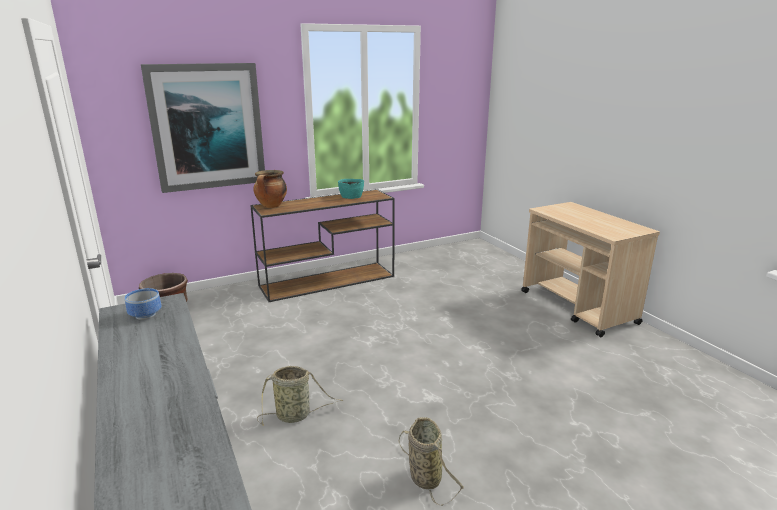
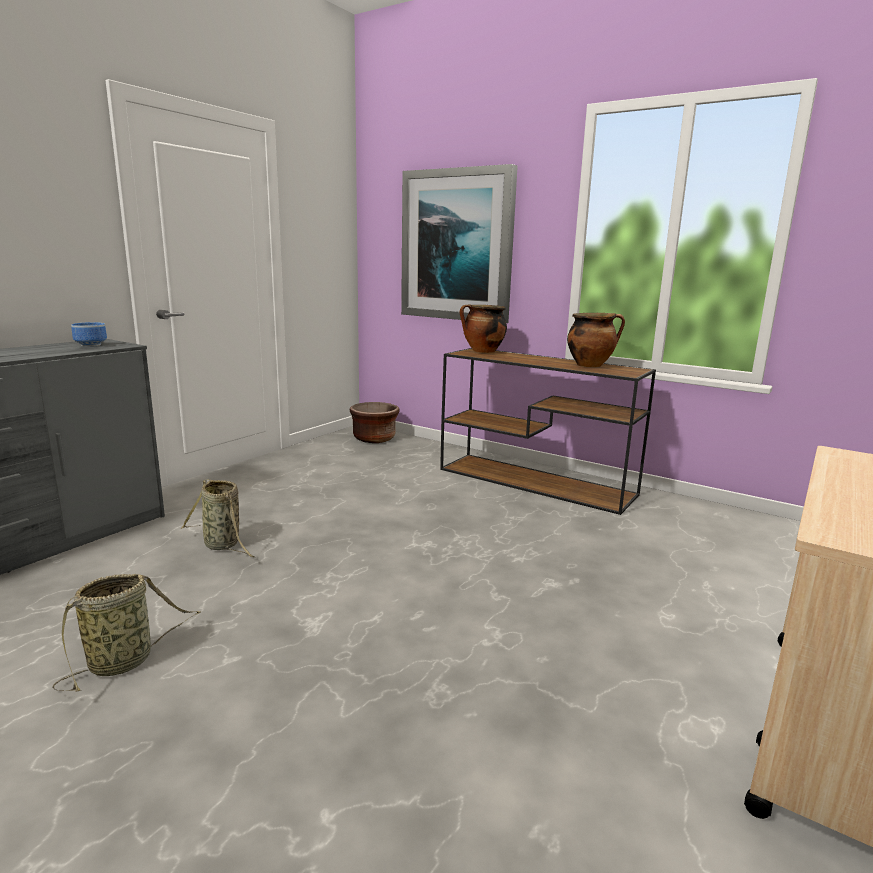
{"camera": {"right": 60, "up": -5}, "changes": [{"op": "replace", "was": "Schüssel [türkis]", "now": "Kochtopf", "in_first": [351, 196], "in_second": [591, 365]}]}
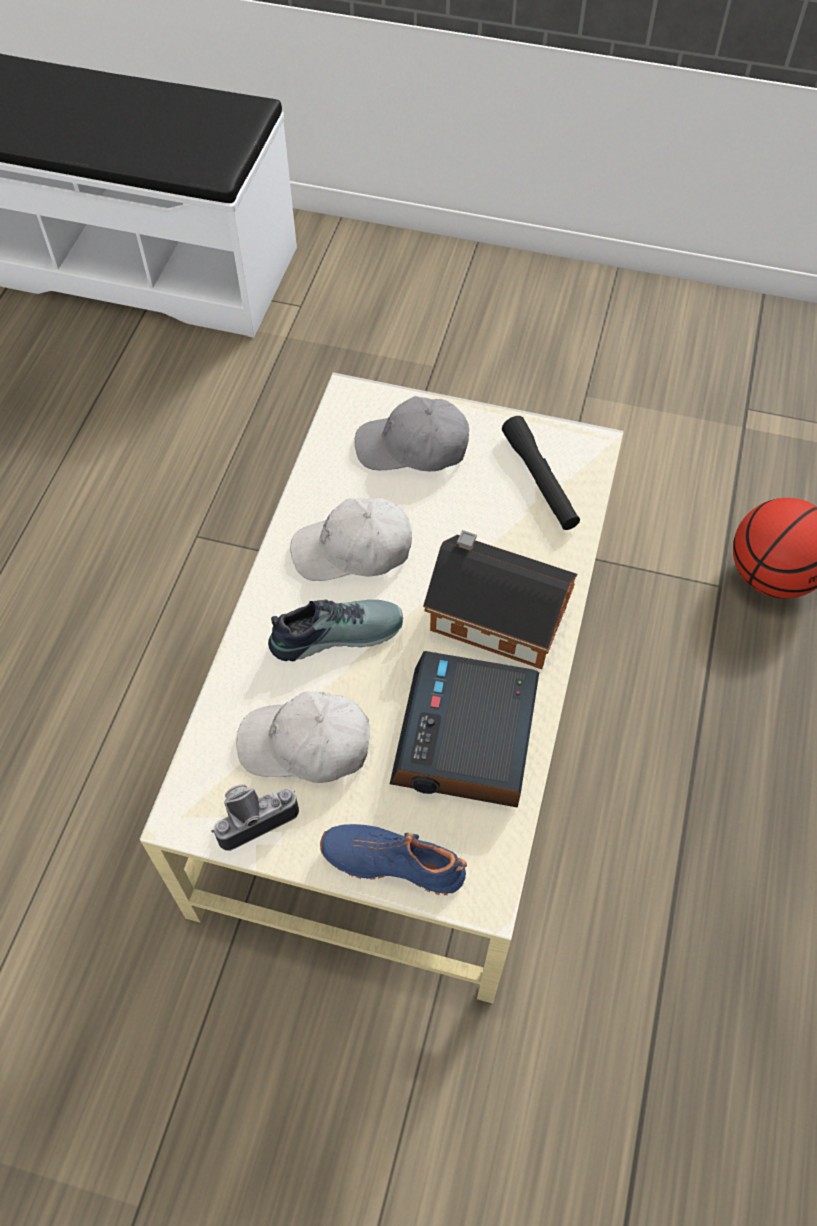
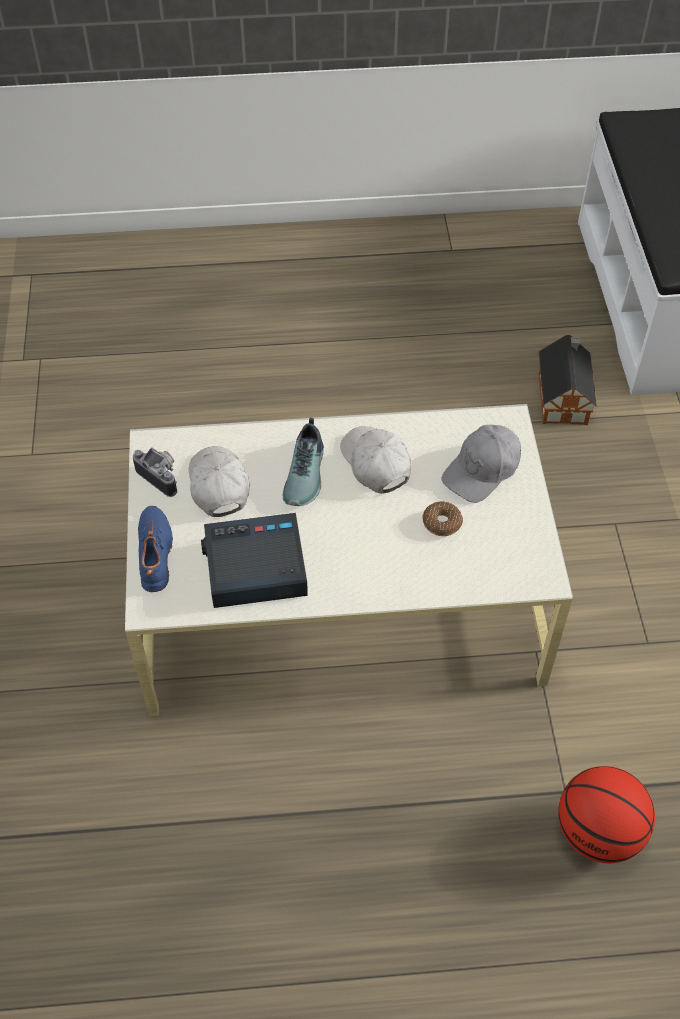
{"camera": {"right": 70, "up": -5}, "changes": [{"op": "rotate", "was": "Schuh", "in_first": [335, 631], "in_second": [307, 474], "clockwise": 45}, {"op": "rotate", "was": "Kappe [grau]", "in_first": [413, 447], "in_second": [482, 470], "clockwise": -120}, {"op": "move", "was": "Spielzeughaus", "in_first": [493, 615], "in_second": [563, 396]}, {"op": "delete", "was": "Taschenlampe [schwarz]", "in_first": [539, 480]}, {"op": "insert", "now": "Donut", "in_second": [441, 523]}]}
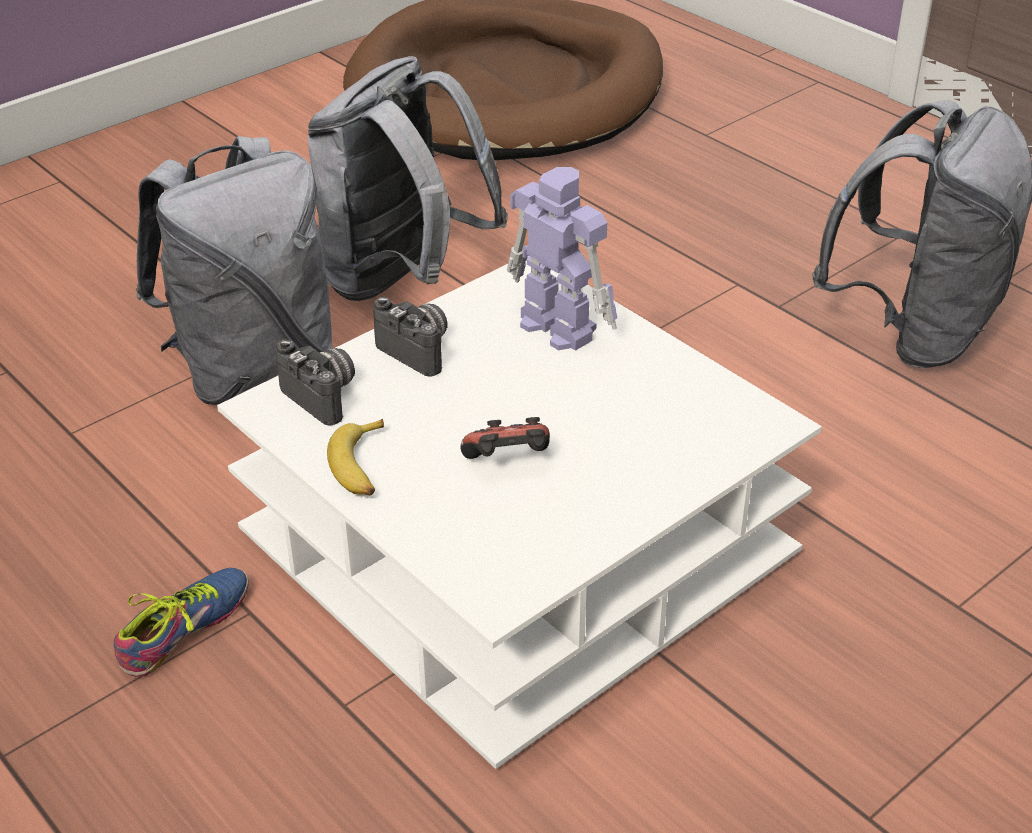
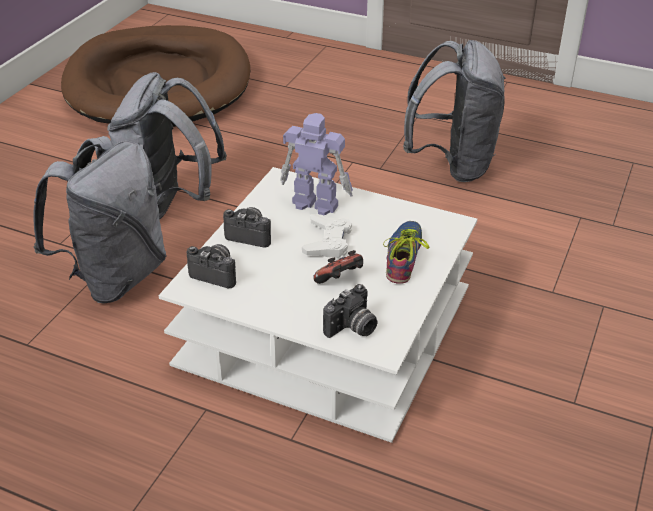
{"camera": {"right": -25, "up": 0}, "changes": [{"op": "move", "was": "Schuh", "in_first": [189, 630], "in_second": [407, 257]}, {"op": "delete", "was": "Banane", "in_first": [362, 467]}, {"op": "insert", "now": "Gamepad [weiß]", "in_second": [328, 241]}, {"op": "insert", "now": "Kamera", "in_second": [352, 328]}]}
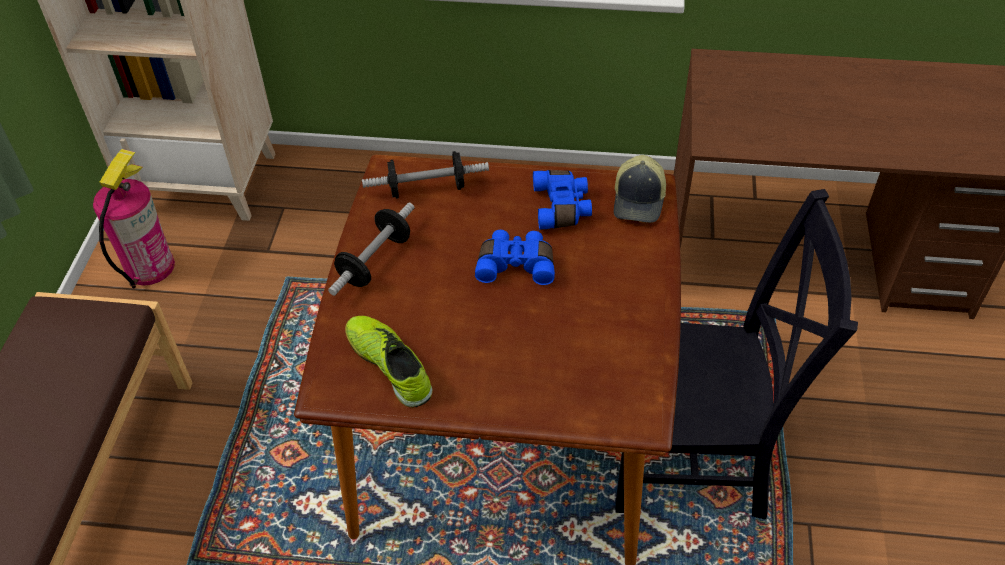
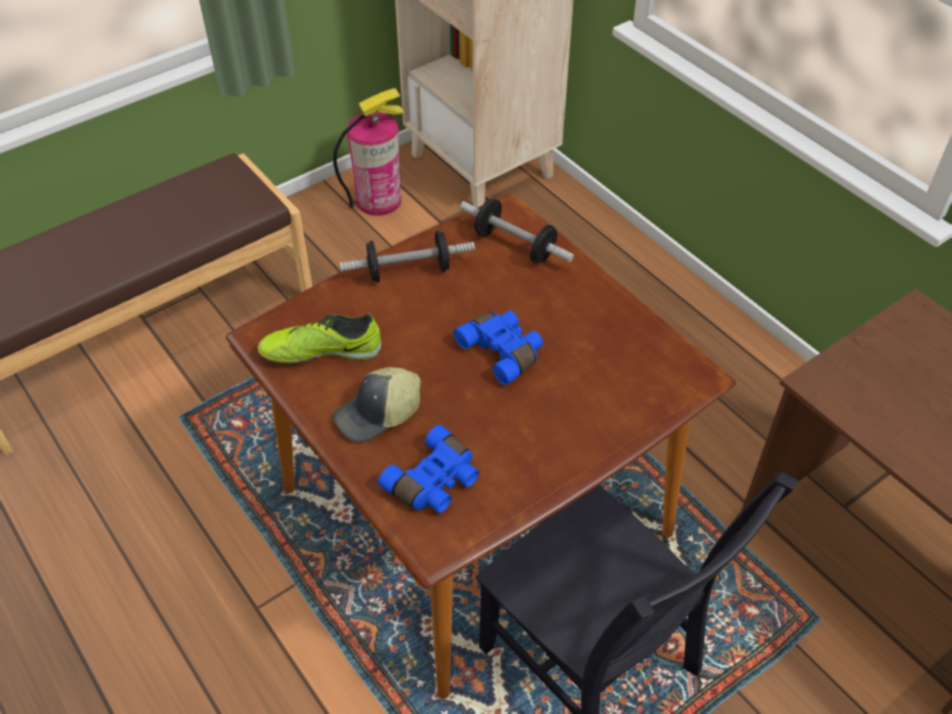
{"camera": {"right": 45, "up": 0}, "changes": [{"op": "rotate", "was": "Schuh", "in_first": [390, 365], "in_second": [321, 351], "clockwise": -105}, {"op": "move", "was": "Fernglas [blau]", "in_first": [562, 207], "in_second": [435, 482]}, {"op": "move", "was": "Kappe", "in_first": [639, 200], "in_second": [378, 414]}]}
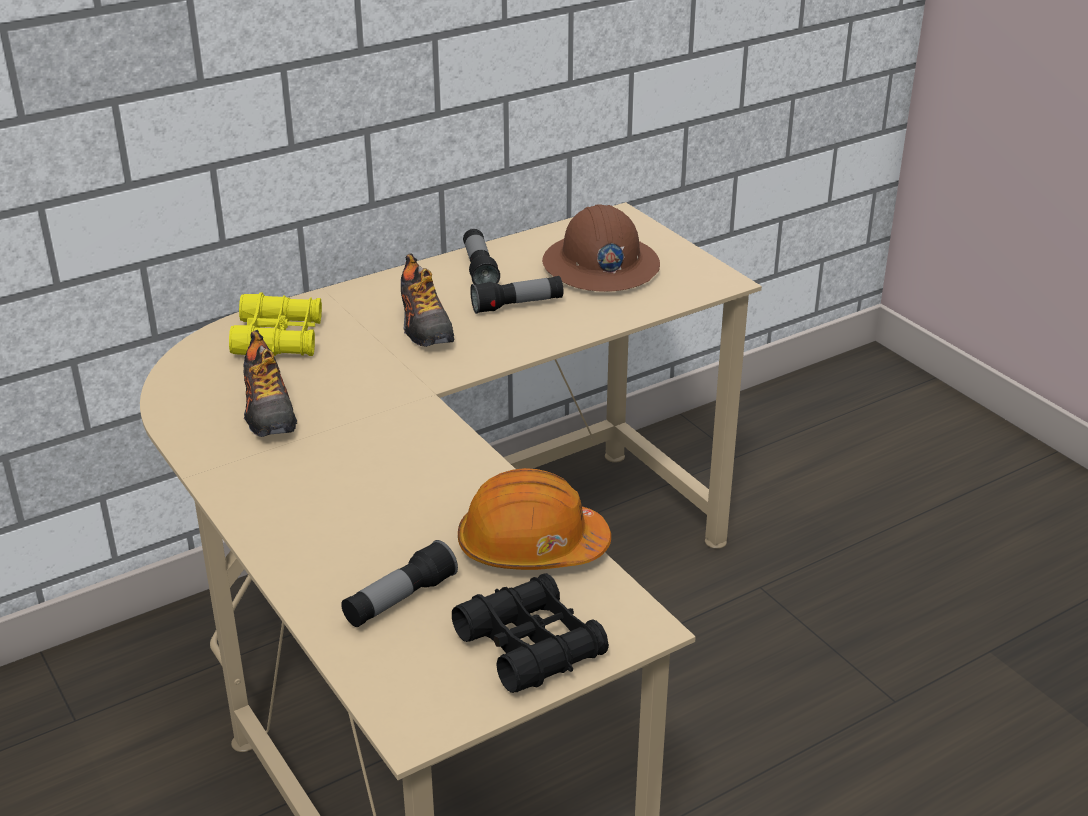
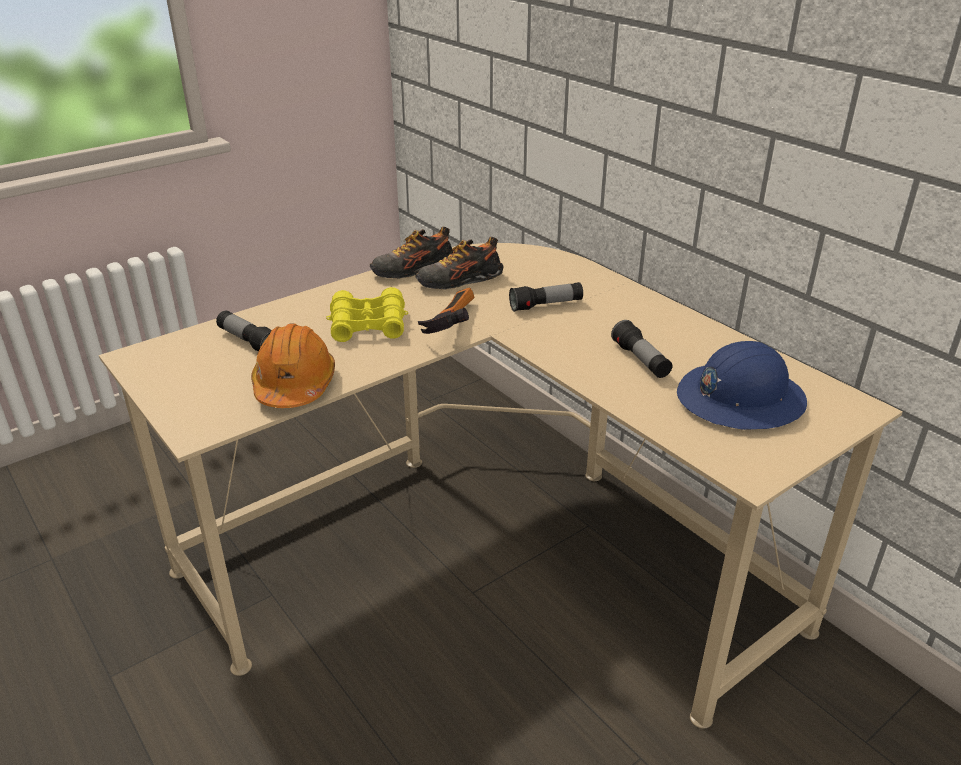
{"camera": {"right": 85, "up": 0}, "changes": [{"op": "move", "was": "Fernglas [gelb]", "in_first": [279, 338], "in_second": [368, 325]}, {"op": "move", "was": "Schuh", "in_first": [425, 325], "in_second": [413, 270]}, {"op": "delete", "was": "Fernglas [schwarz]", "in_first": [530, 645]}, {"op": "move", "was": "Taschenlampe", "in_first": [479, 269], "in_second": [546, 305]}, {"op": "recolor", "was": "Schutzhelm [braun]", "now": "Schutzhelm [blau]", "in_first": [600, 266], "in_second": [739, 399]}, {"op": "insert", "now": "Hammer", "in_second": [448, 326]}]}
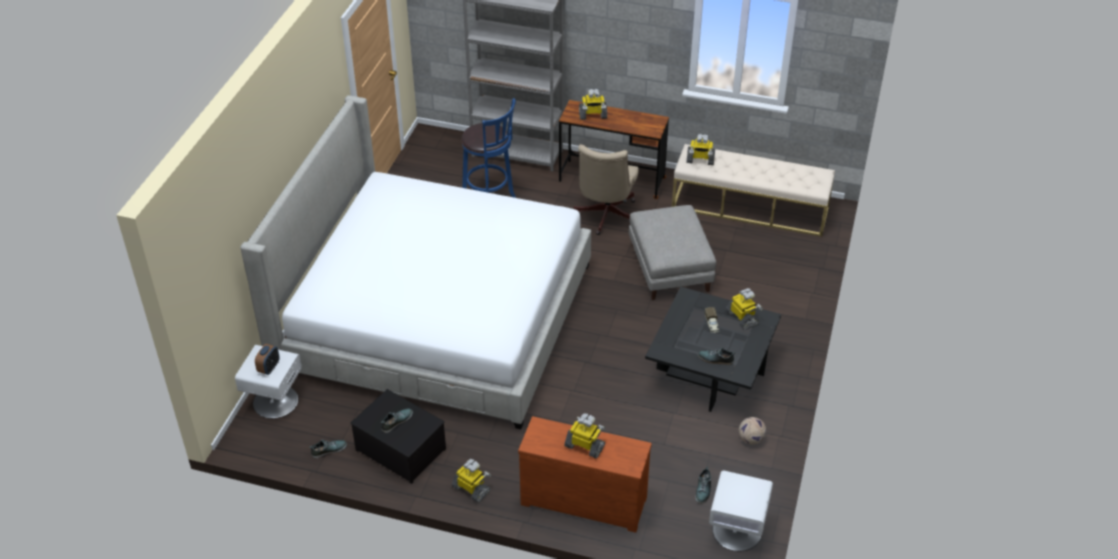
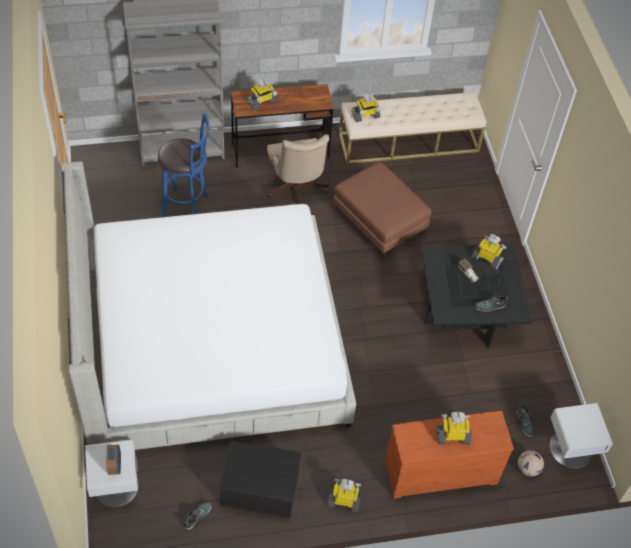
{"camera": {"right": -30, "up": 10}, "changes": [{"op": "delete", "was": "Schuh", "in_first": [396, 421]}, {"op": "recolor", "was": "Polsterhocker [grau]", "now": "Polsterhocker [braun]", "in_first": [670, 269], "in_second": [380, 223]}, {"op": "move", "was": "Fußball", "in_first": [751, 439], "in_second": [528, 469]}]}
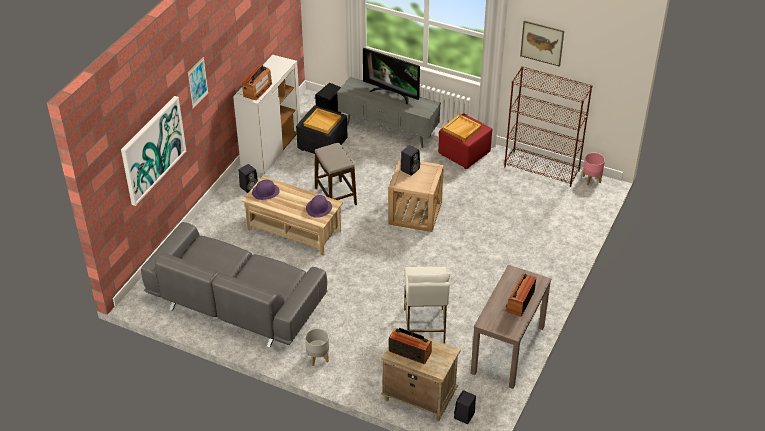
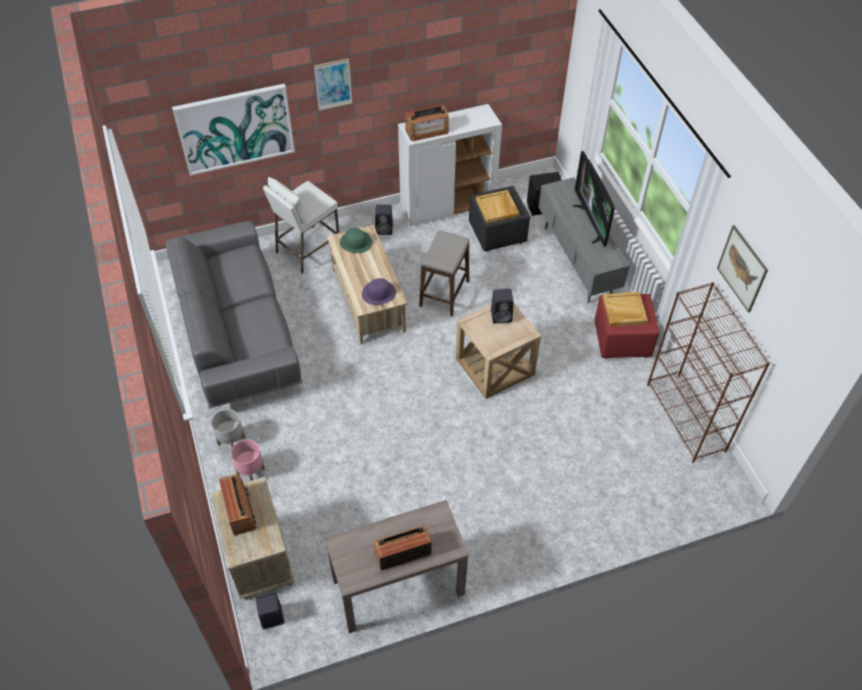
{"camera": {"right": 45, "up": 10}, "changes": [{"op": "recolor", "was": "Hut [lila]", "now": "Hut [grün]", "in_first": [265, 191], "in_second": [356, 242]}, {"op": "move", "was": "Hocker [weiß]", "in_first": [425, 326], "in_second": [307, 250]}, {"op": "move", "was": "Pflanzkübel [rosa]", "in_first": [591, 179], "in_second": [251, 471]}]}
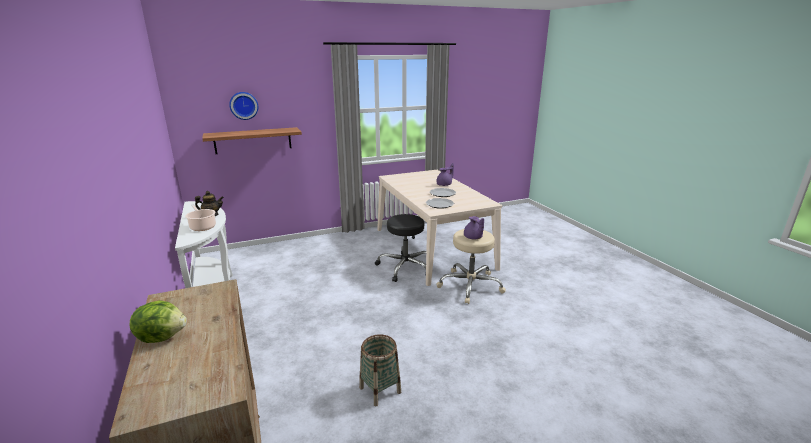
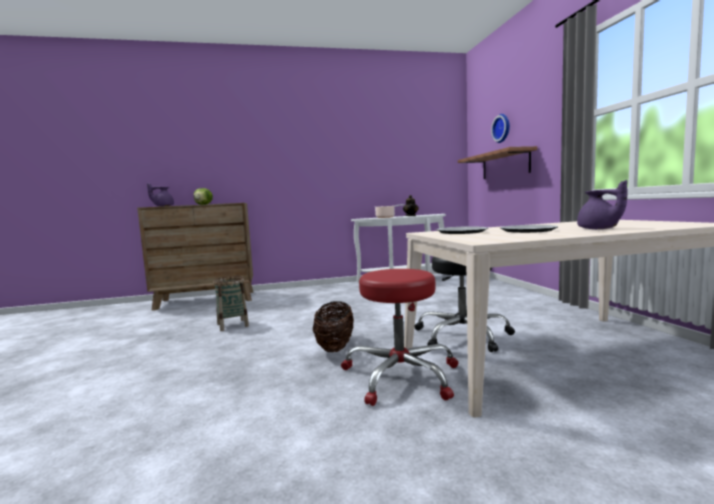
{"camera": {"right": 100, "up": -15}, "changes": [{"op": "recolor", "was": "Hocker [beige]", "now": "Hocker [rot]", "in_first": [470, 285], "in_second": [401, 376]}, {"op": "move", "was": "Teekanne [lila]", "in_first": [473, 238], "in_second": [163, 206]}, {"op": "insert", "now": "Korb", "in_second": [335, 347]}]}
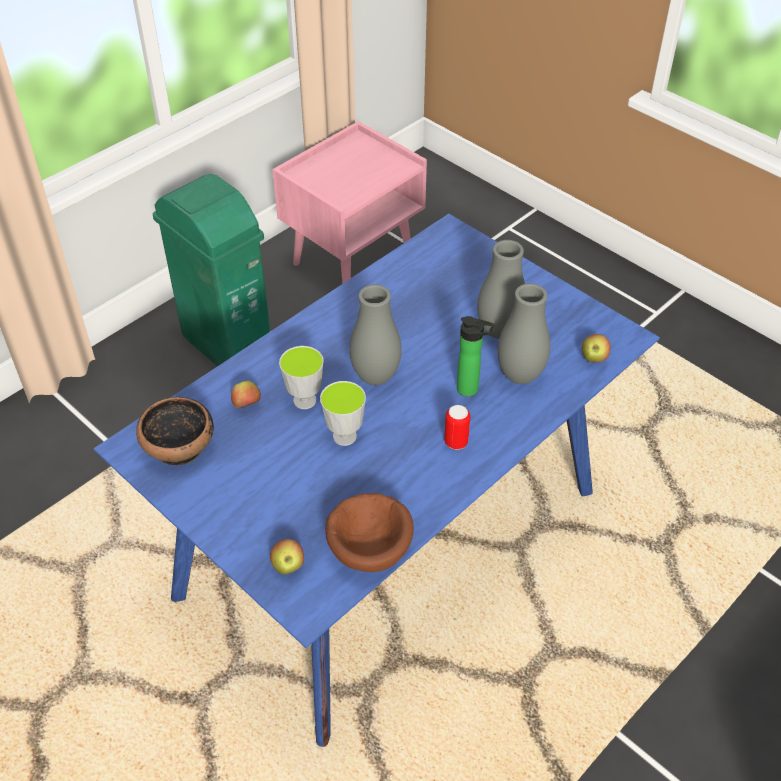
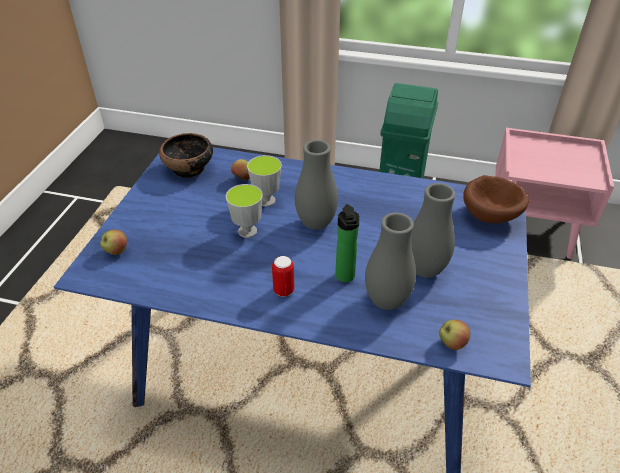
{"camera": {"right": 60, "up": -5}, "changes": [{"op": "move", "was": "Schüssel [braun]", "in_first": [371, 547], "in_second": [491, 215]}]}
